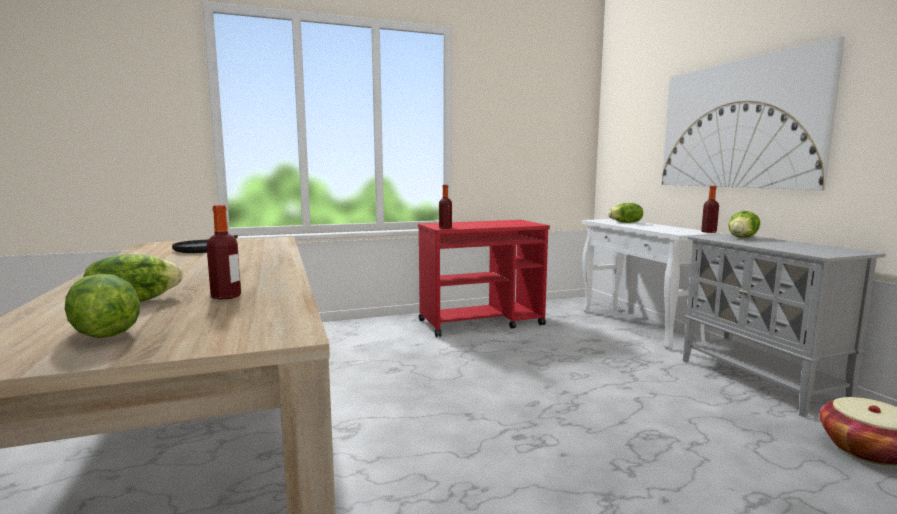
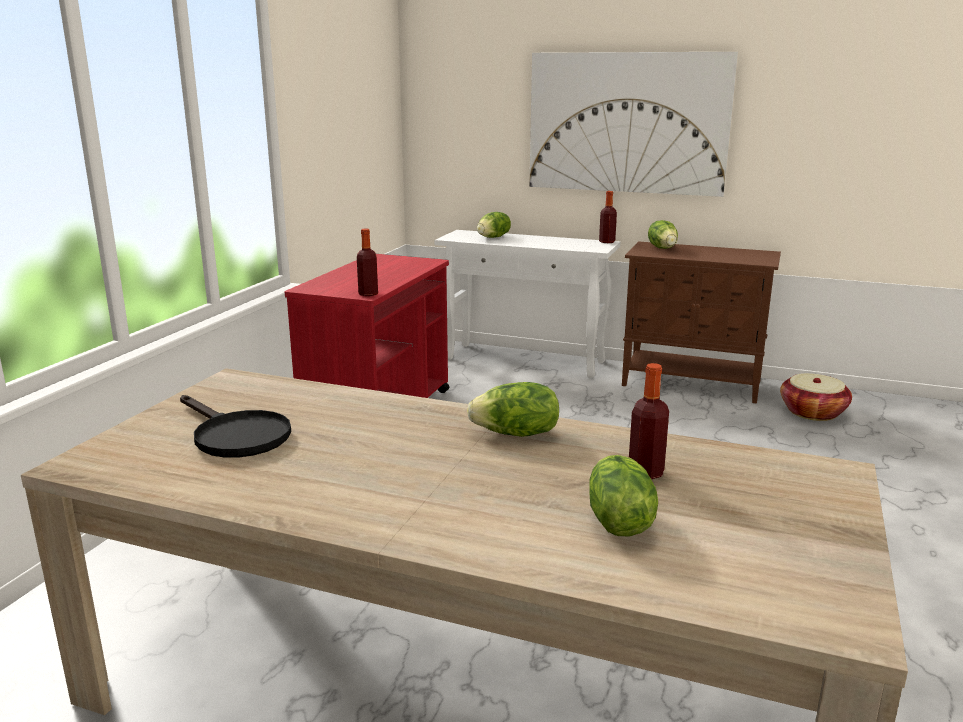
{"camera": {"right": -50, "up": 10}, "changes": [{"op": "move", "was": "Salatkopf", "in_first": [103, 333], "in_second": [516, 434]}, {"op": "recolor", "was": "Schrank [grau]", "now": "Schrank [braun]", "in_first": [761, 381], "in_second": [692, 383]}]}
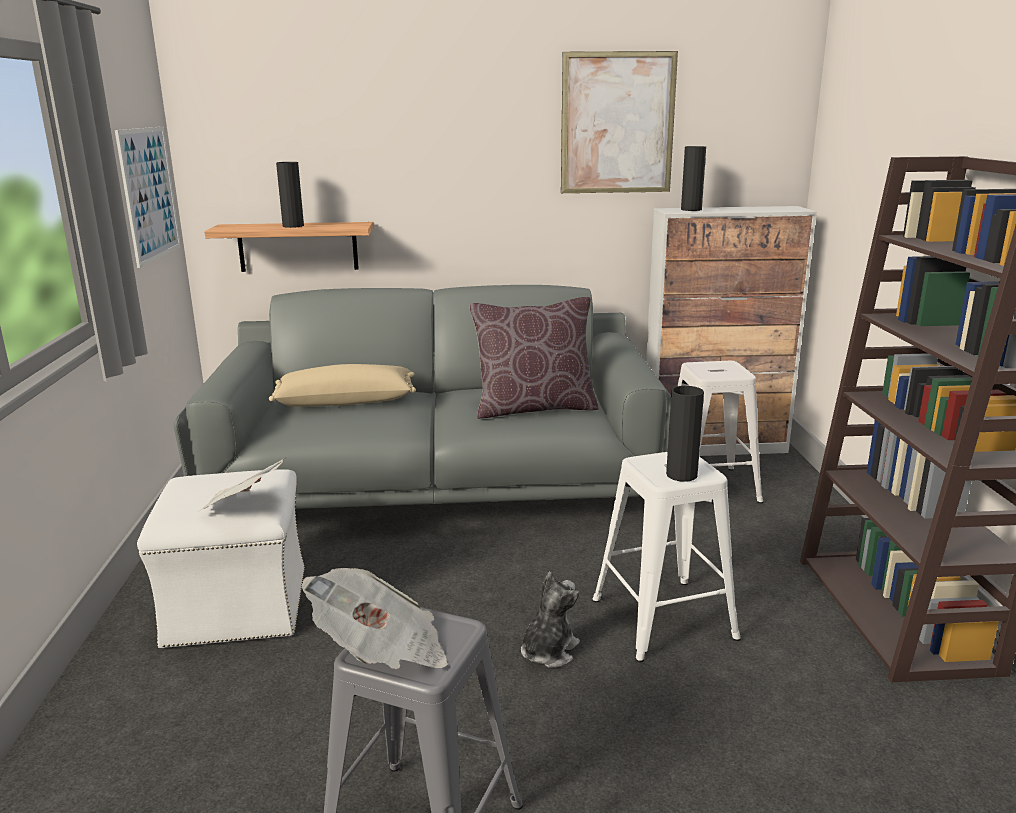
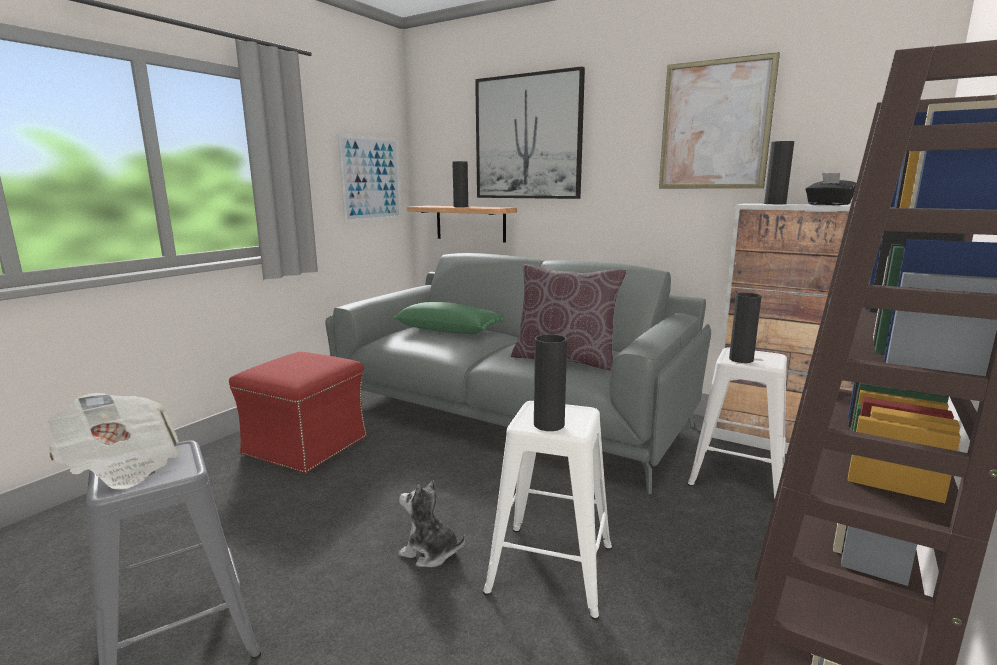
{"camera": {"right": 35, "up": -5}, "changes": [{"op": "recolor", "was": "Polsterhocker [weiß]", "now": "Polsterhocker [rot]", "in_first": [237, 605], "in_second": [307, 445]}, {"op": "delete", "was": "Zeitung", "in_first": [244, 506]}, {"op": "recolor", "was": "Kissen [beige]", "now": "Kissen [grün]", "in_first": [346, 401], "in_second": [449, 330]}, {"op": "rotate", "was": "Plüschtier", "in_first": [548, 651], "in_second": [430, 552], "clockwise": -135}, {"op": "insert", "now": "Bild", "in_second": [528, 137]}, {"op": "insert", "now": "Vase [schwarz]", "in_second": [741, 359]}, {"op": "insert", "now": "Taschentuchbox [schwarz]", "in_second": [828, 204]}]}
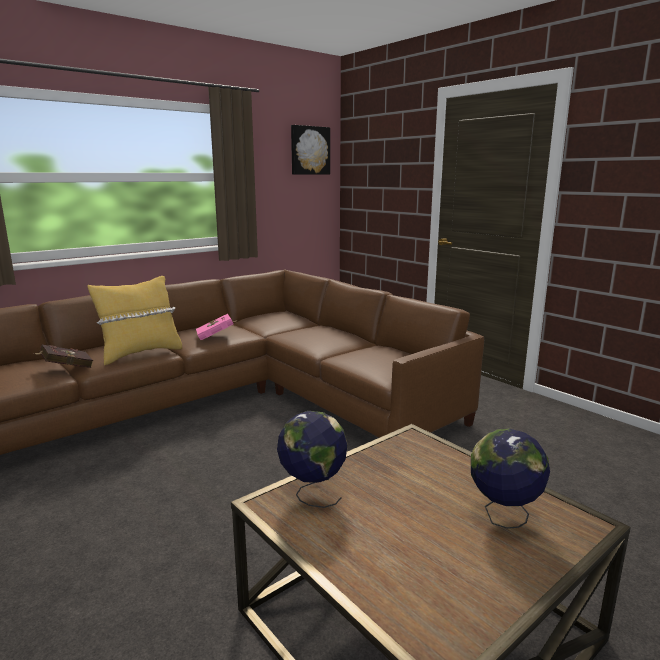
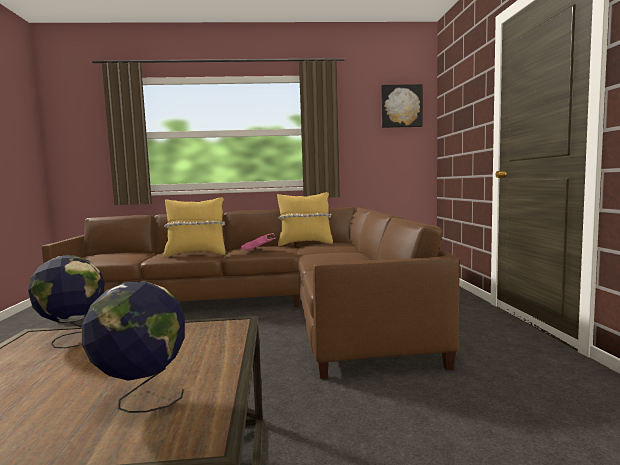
{"camera": {"right": 35, "up": -10}, "changes": [{"op": "delete", "was": "Buch [rot]", "in_first": [65, 368]}, {"op": "insert", "now": "Kissen [gelb]", "in_second": [305, 244]}]}
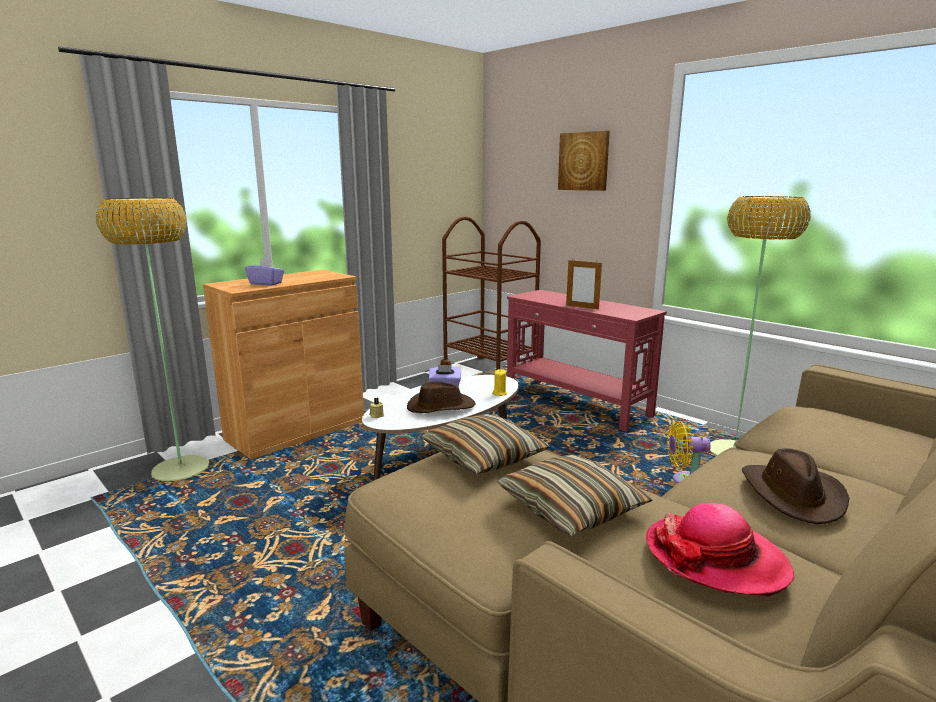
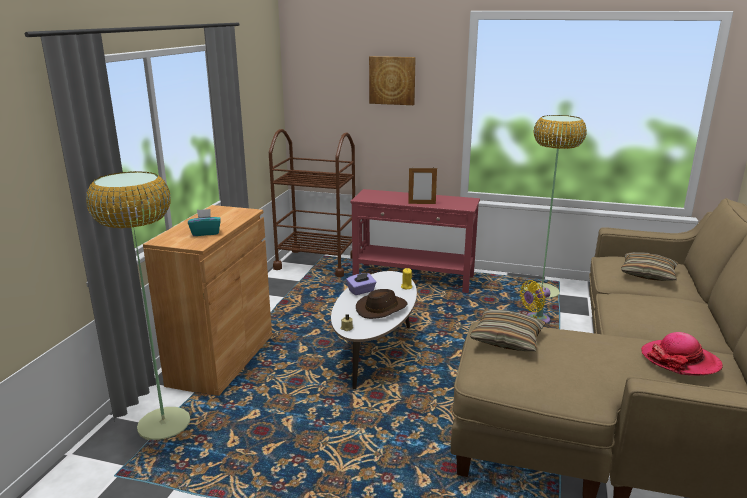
{"camera": {"right": -30, "up": 5}, "changes": [{"op": "recolor", "was": "Taschentuchbox [lila]", "now": "Taschentuchbox [türkis]", "in_first": [266, 283], "in_second": [205, 233]}, {"op": "move", "was": "Kissen", "in_first": [571, 508], "in_second": [648, 274]}, {"op": "delete", "was": "Hut [braun]", "in_first": [793, 495]}]}
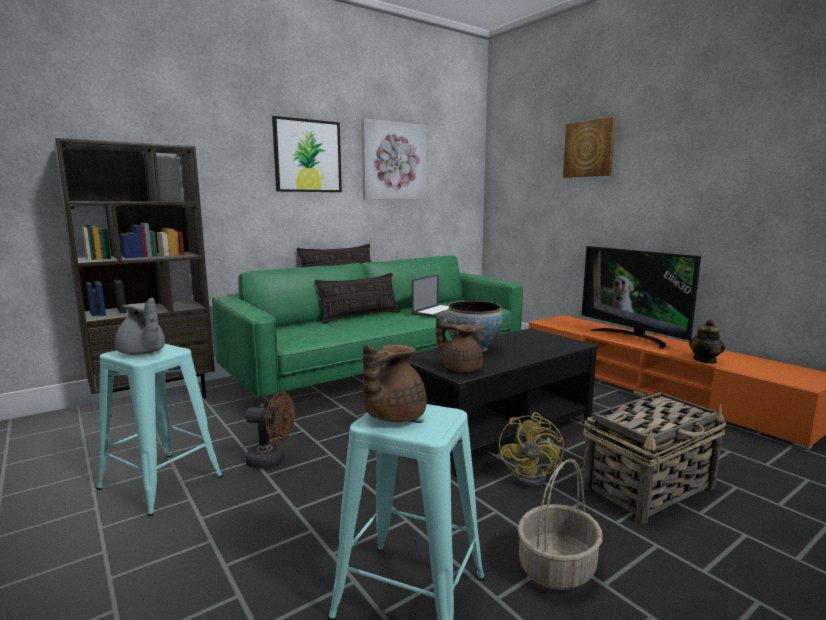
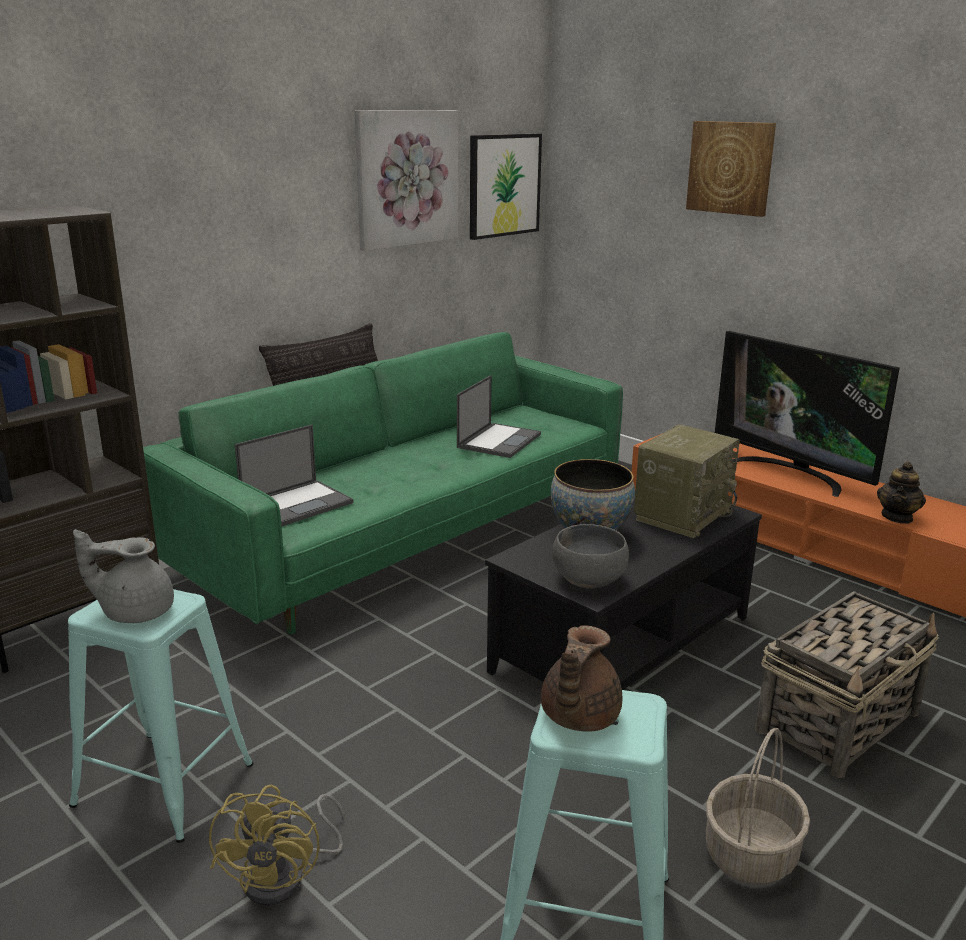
{"camera": {"right": -10, "up": 10}, "changes": [{"op": "rotate", "was": "Teekanne [grau]", "in_first": [142, 353], "in_second": [135, 611], "clockwise": 150}, {"op": "delete", "was": "Ventilator [braun]", "in_first": [272, 460]}, {"op": "move", "was": "Bild", "in_first": [307, 156], "in_second": [504, 185]}, {"op": "delete", "was": "Kissen", "in_first": [360, 316]}, {"op": "replace", "was": "Teekanne [braun]", "now": "Schüssel [grau]", "in_first": [460, 368], "in_second": [588, 579]}, {"op": "move", "was": "Ventilator [gelb]", "in_first": [534, 477], "in_second": [286, 877]}, {"op": "insert", "now": "Laptop", "in_second": [297, 503]}, {"op": "insert", "now": "Radio", "in_second": [682, 514]}]}
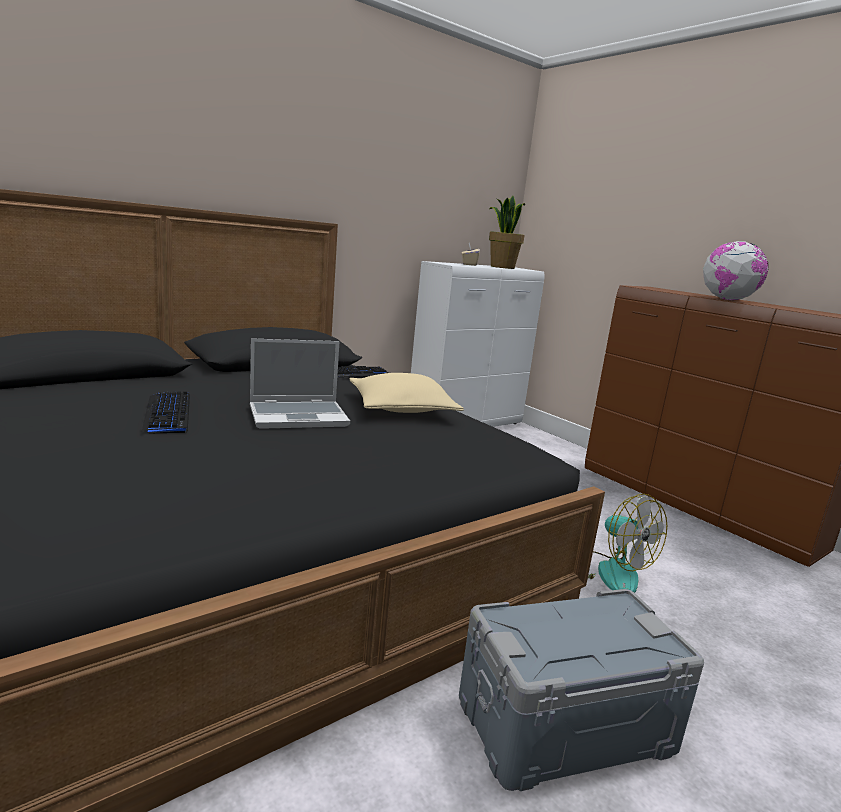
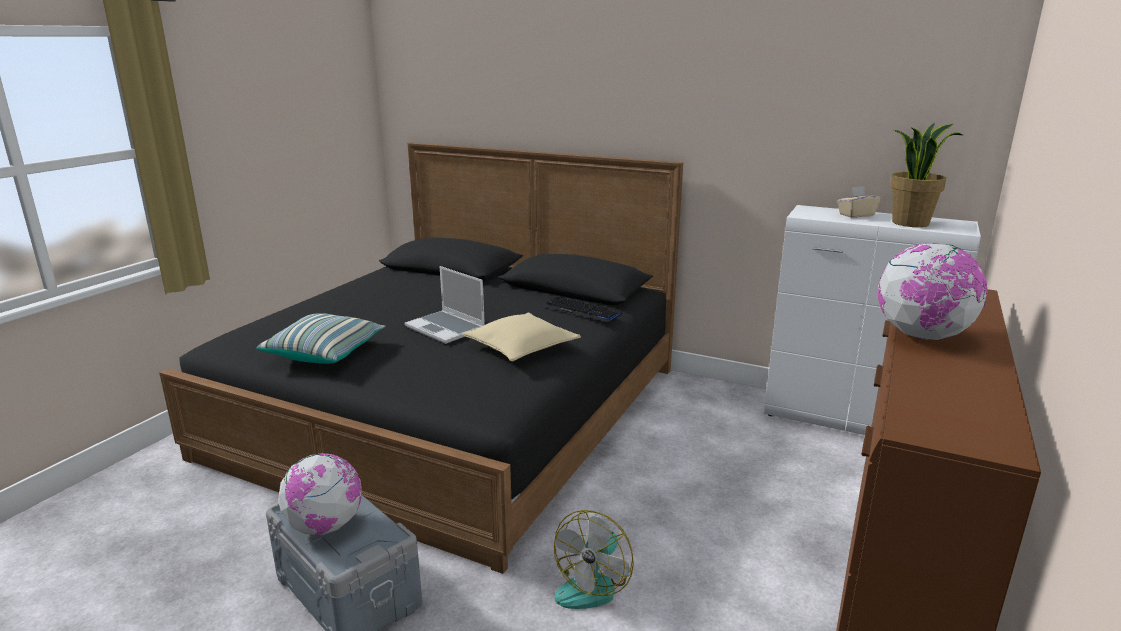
{"camera": {"right": 65, "up": 5}, "changes": [{"op": "delete", "was": "Tastatur", "in_first": [168, 414]}, {"op": "insert", "now": "Kissen", "in_second": [325, 352]}, {"op": "insert", "now": "Globus", "in_second": [325, 526]}]}
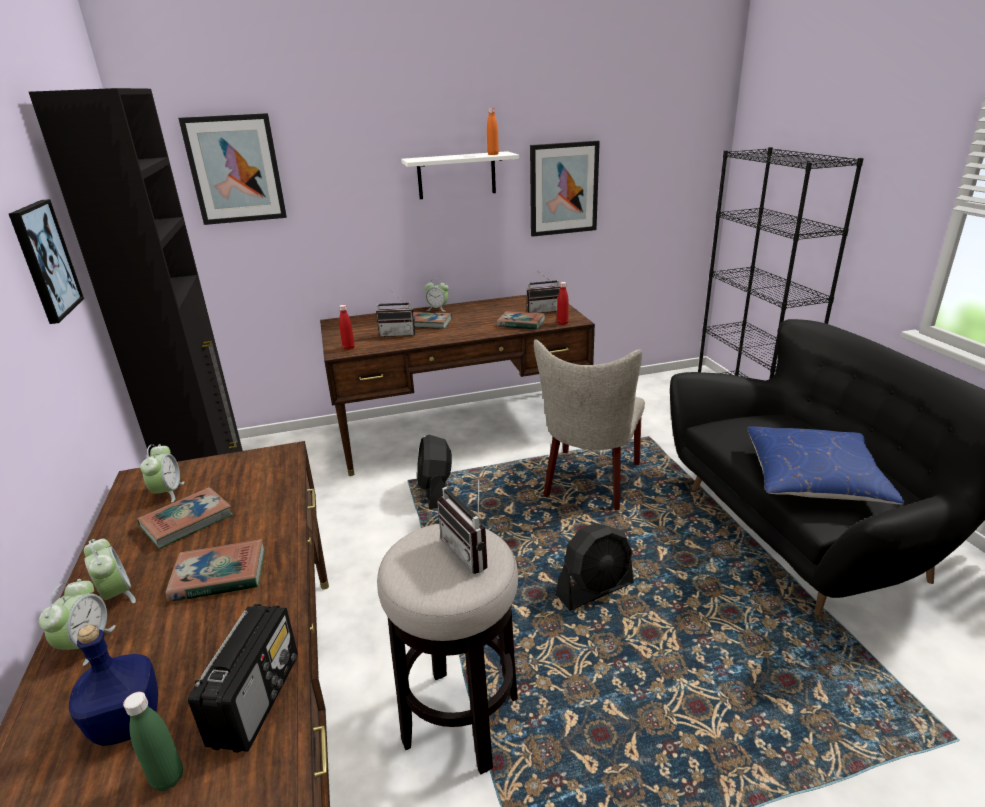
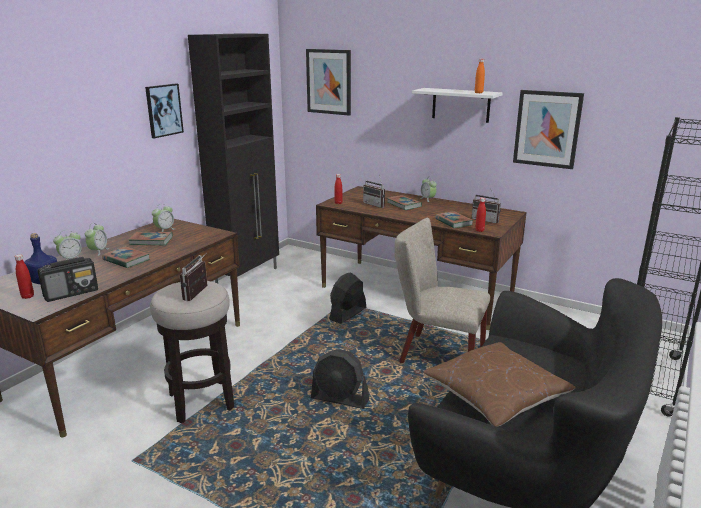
{"camera": {"right": 45, "up": -5}, "changes": [{"op": "recolor", "was": "Flasche [grün]", "now": "Flasche [rot]", "in_first": [168, 778], "in_second": [27, 296]}, {"op": "rotate", "was": "Stuhl [beige]", "in_first": [589, 483], "in_second": [436, 354], "clockwise": 45}, {"op": "recolor", "was": "Kissen [blau]", "now": "Kissen [braun]", "in_first": [813, 480], "in_second": [496, 396]}]}
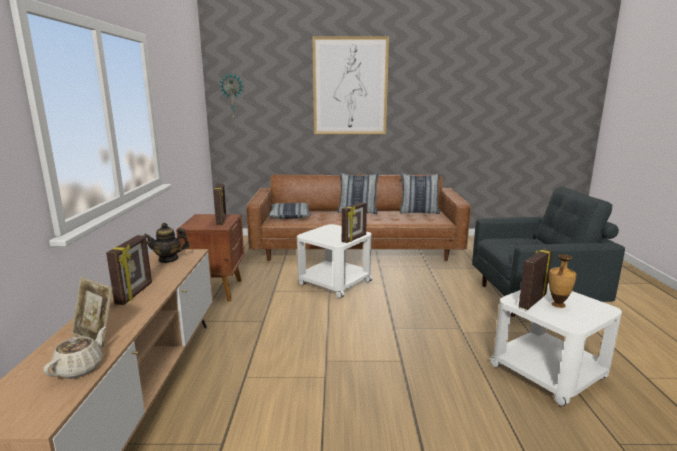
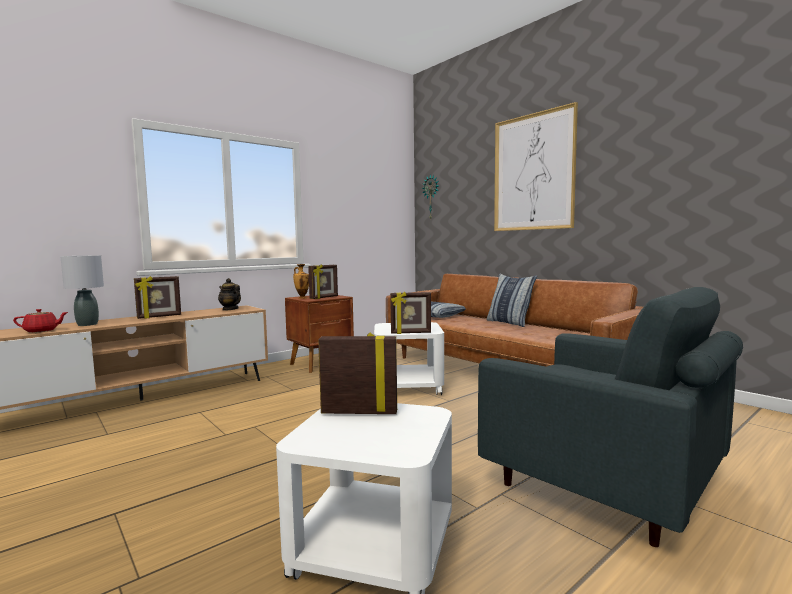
{"camera": {"right": 50, "up": -10}, "changes": [{"op": "recolor", "was": "Teekanne [beige]", "now": "Teekanne [rot]", "in_first": [80, 368], "in_second": [42, 331]}, {"op": "replace", "was": "Bilderrahmen", "now": "Tischlampe [grau]", "in_first": [96, 336], "in_second": [87, 324]}, {"op": "delete", "was": "Kissen", "in_first": [419, 212]}, {"op": "move", "was": "Vase", "in_first": [557, 305], "in_second": [302, 298]}]}
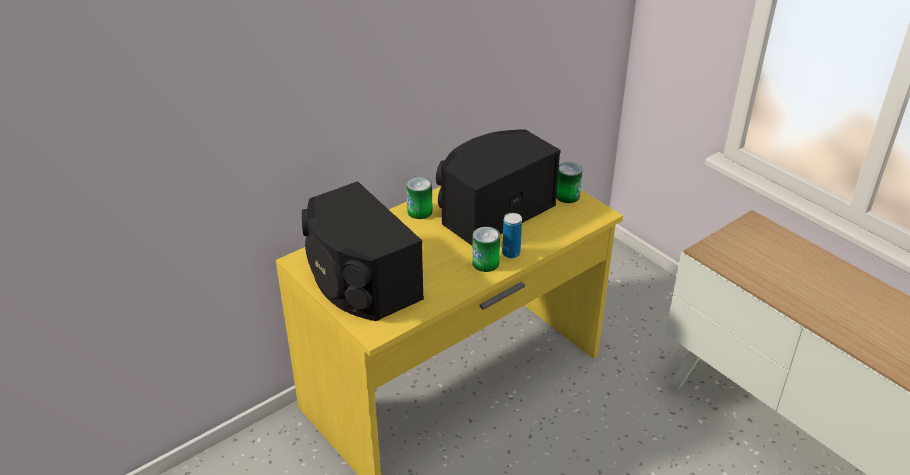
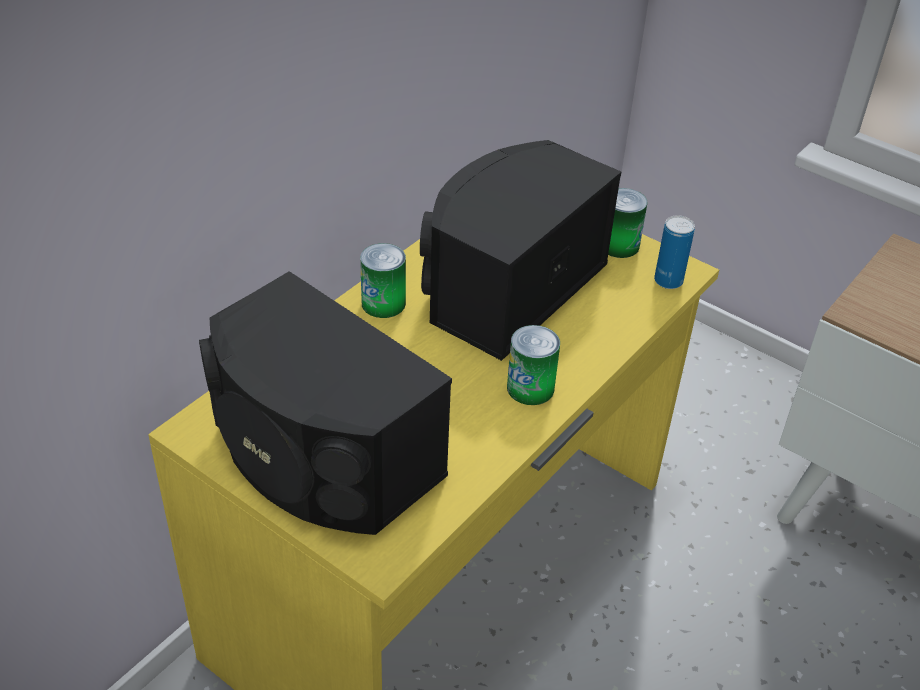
{"camera": {"right": -15, "up": 5}, "changes": [{"op": "move", "was": "Dose", "in_first": [511, 253], "in_second": [668, 281]}]}
